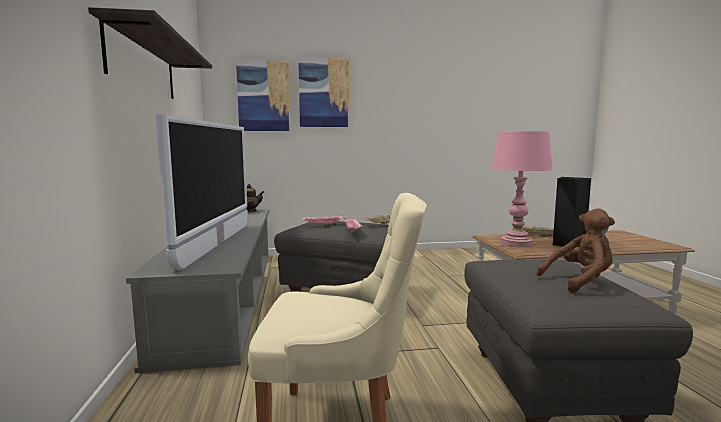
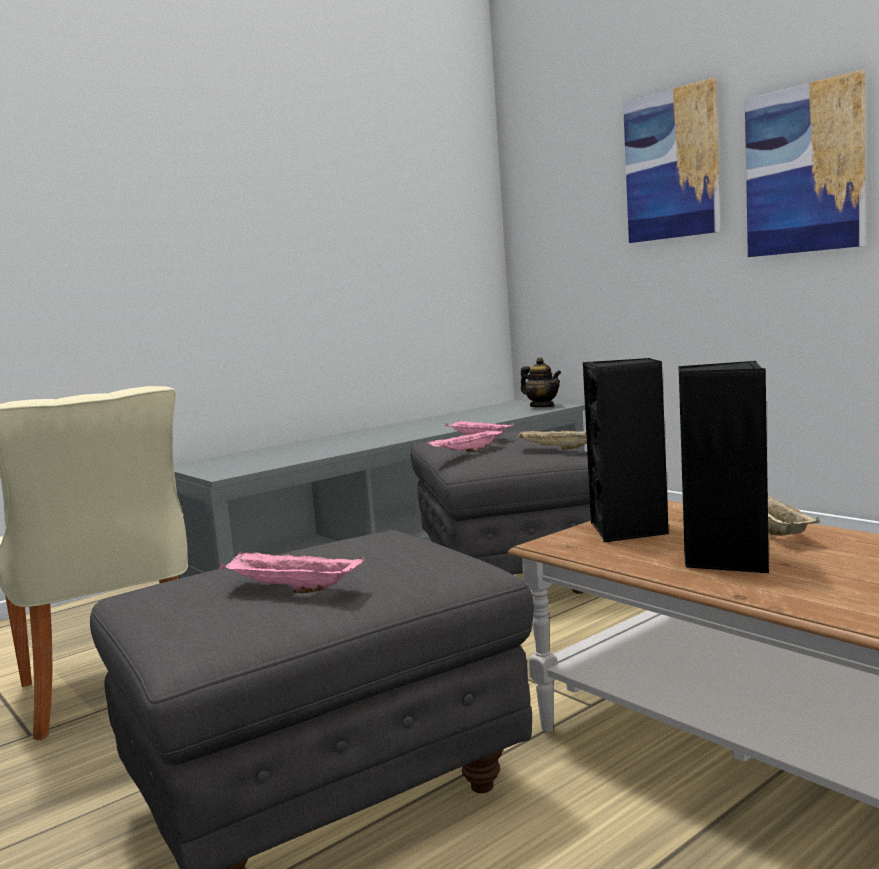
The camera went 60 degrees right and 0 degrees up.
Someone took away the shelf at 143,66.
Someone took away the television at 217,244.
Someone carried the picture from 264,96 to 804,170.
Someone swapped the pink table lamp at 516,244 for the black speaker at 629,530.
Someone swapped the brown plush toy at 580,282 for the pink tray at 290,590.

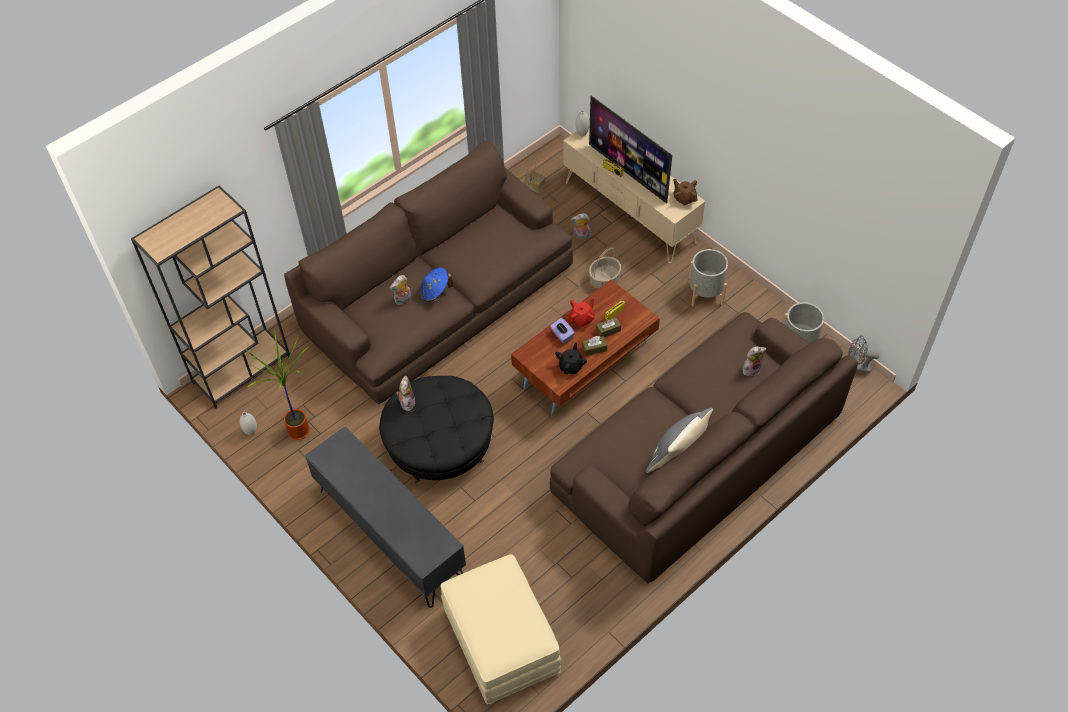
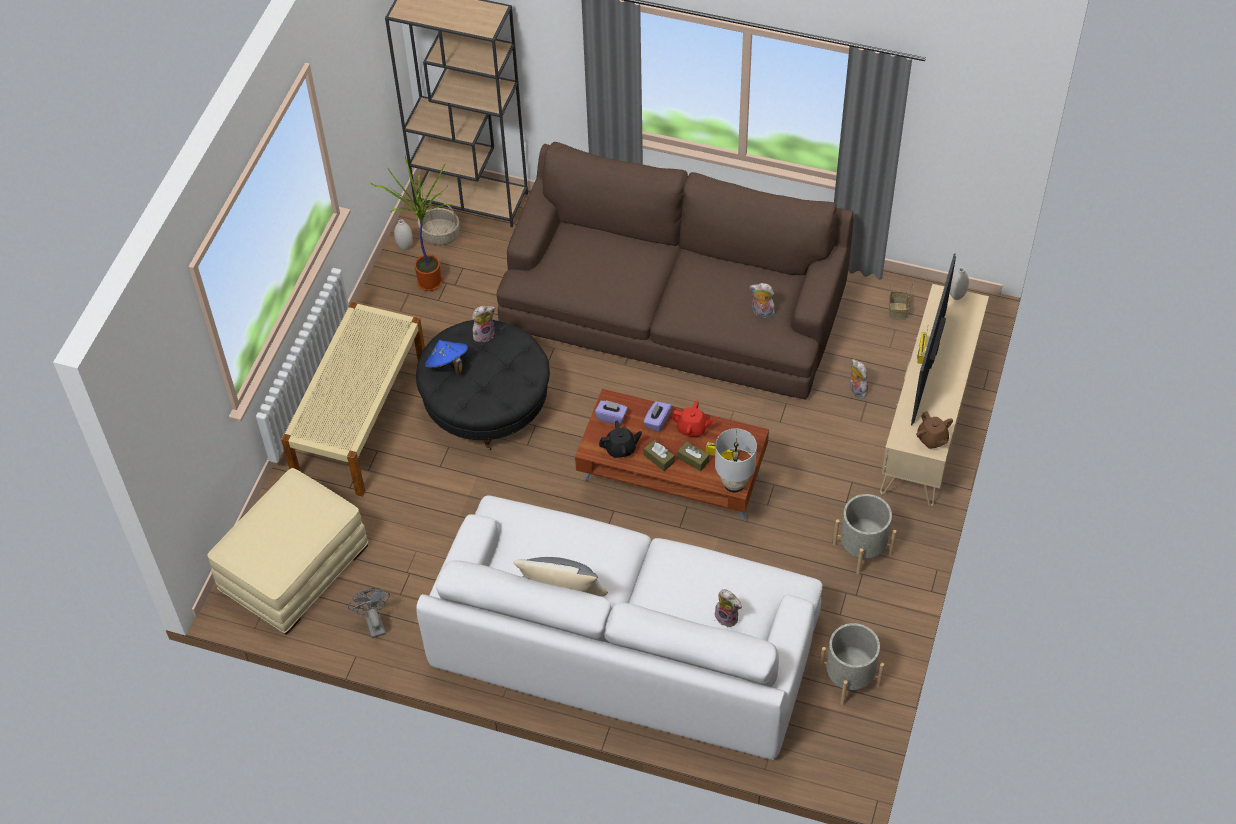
The camera went 60 degrees right and 0 degrees up.
Someone put down the purple tissue box at 611,417.
Someone put down the white table lamp at 734,483.
Someone carried the plush toy from 403,300 to 761,312.
Someone carried the blue hat from 435,292 to 447,365.
Someone carried the basket from 604,279 to 440,235.
Someone carried the grey fan from 857,367 to 374,622.
Someone swapped the grey tv stand at 390,533 for the beige bench at 360,417.
Someone repainted the brown sofa at 697,454, which became the white sofa at 625,640.
Someone rotated the brown teapot at 684,198 by 135 degrees clockwise.

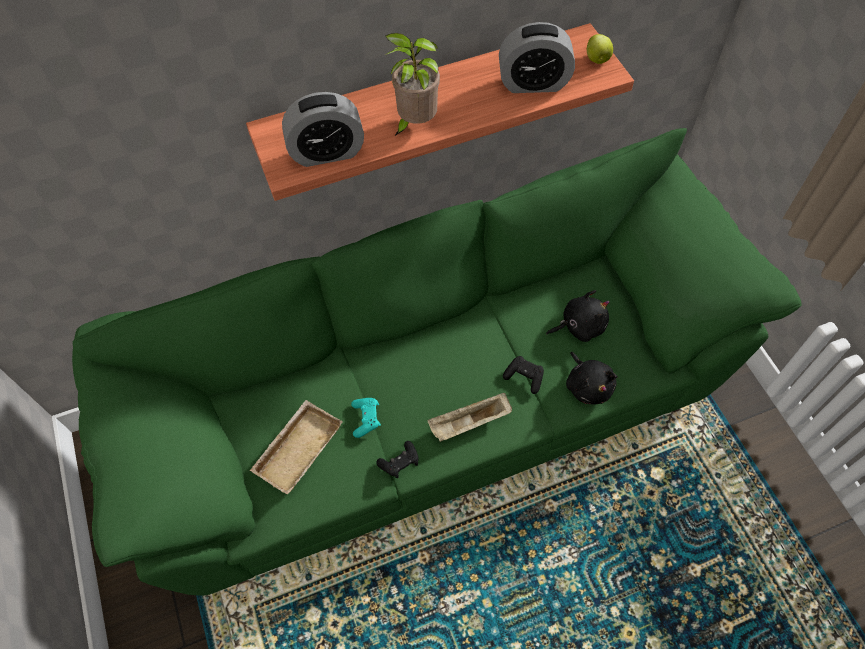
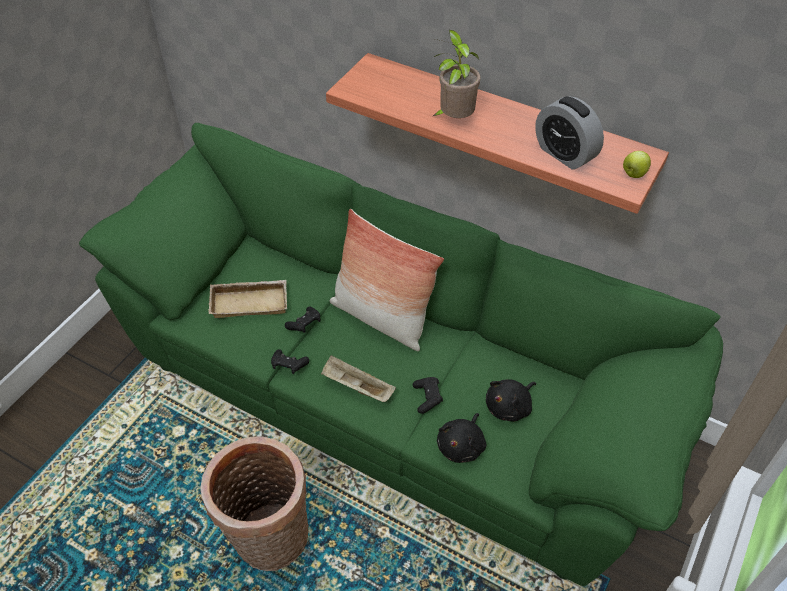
The camera went 50 degrees right and 10 degrees down.
Someone took away the alarm clock at 327,152.
Someone put down the basket at 269,541.
Someone put down the pillow at 381,318.
Someone repainted the turquoise game controller at 366,419, which became the black game controller at 304,325.
Someone rotated the black plush toy at 579,326 by 105 degrees clockwise.

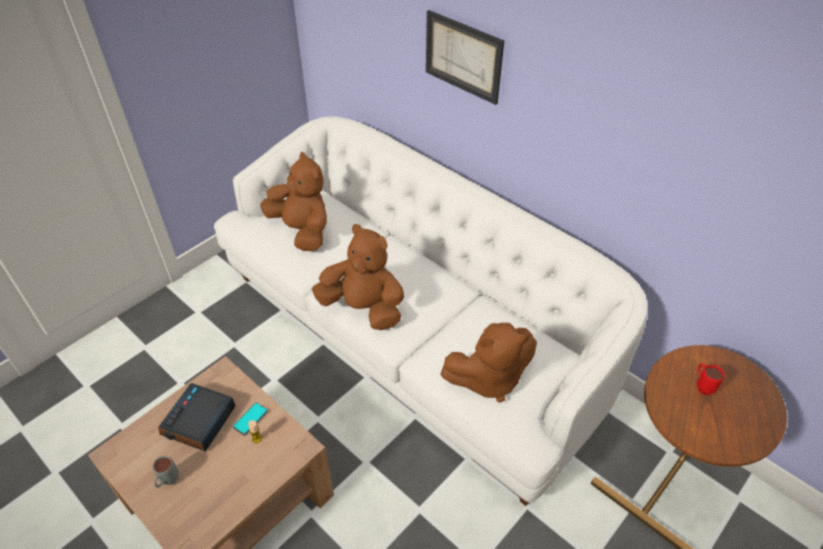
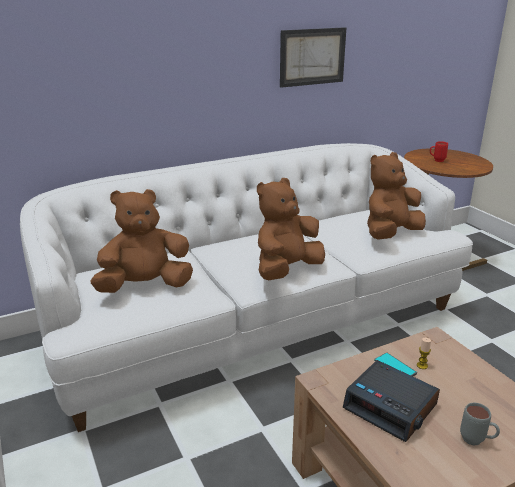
The camera went 70 degrees left and 20 degrees down.
Someone carried the picture from 463,56 to 312,57.
Someone rotated the brown plush toy at 489,378 by 135 degrees counterclockwise.

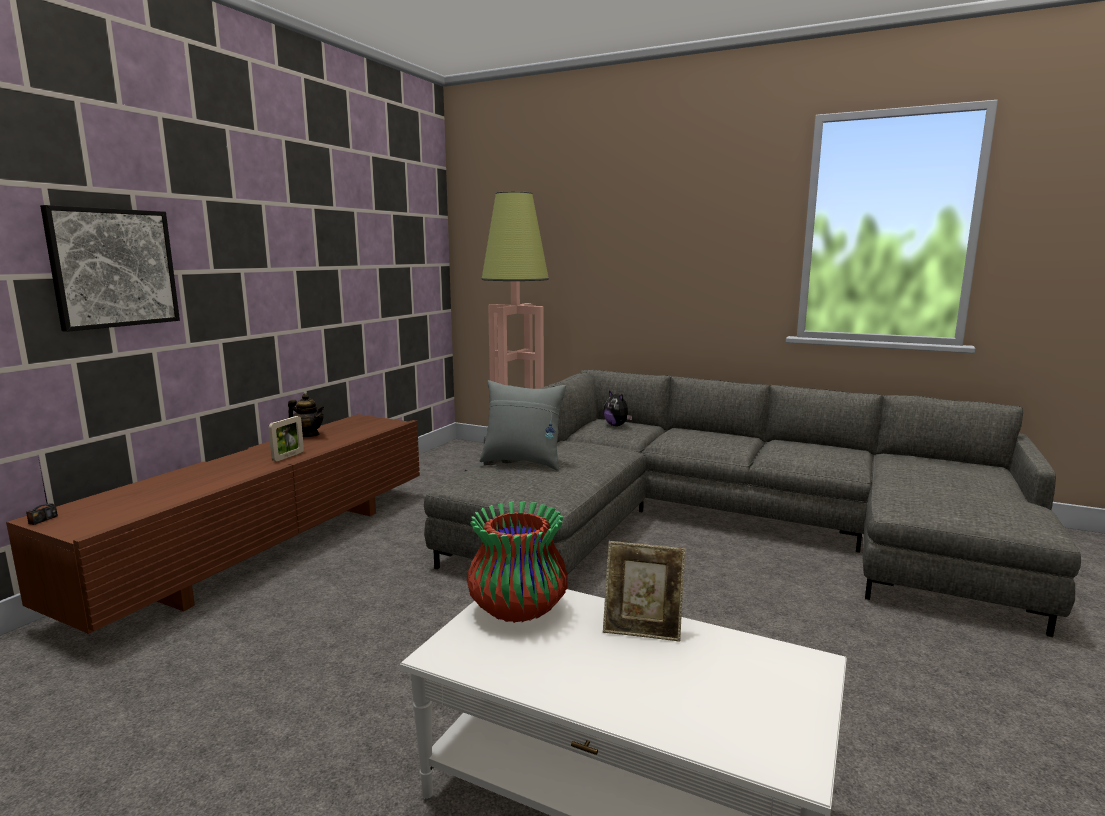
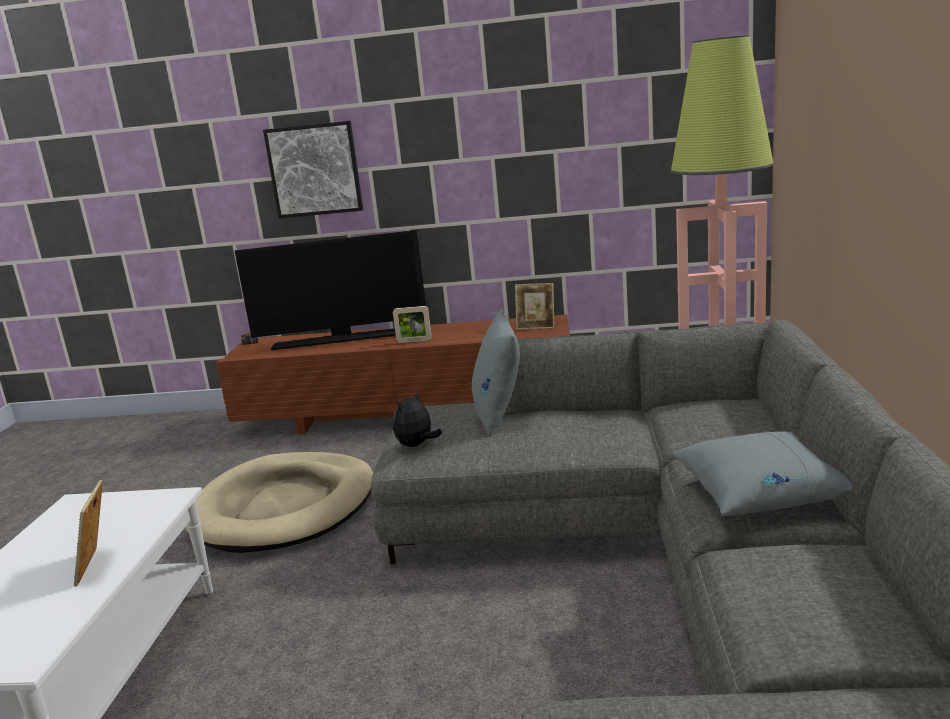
The camera went 70 degrees right and 5 degrees up.
Someone took away the teapot at 308,435.
Someone took away the vase at 517,609.
Someone put down the beige dog bed at 285,507.
Someone put down the television at 343,339.
Someone put down the picture frame at 536,327.
Someone put down the grey pillow at 759,494.
Someone carried the plush toy from 617,425 to 416,445.

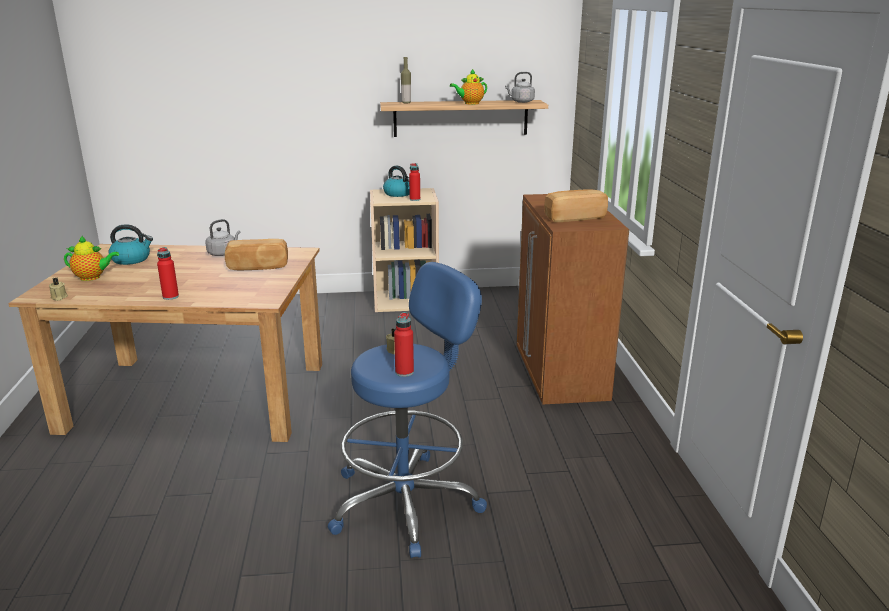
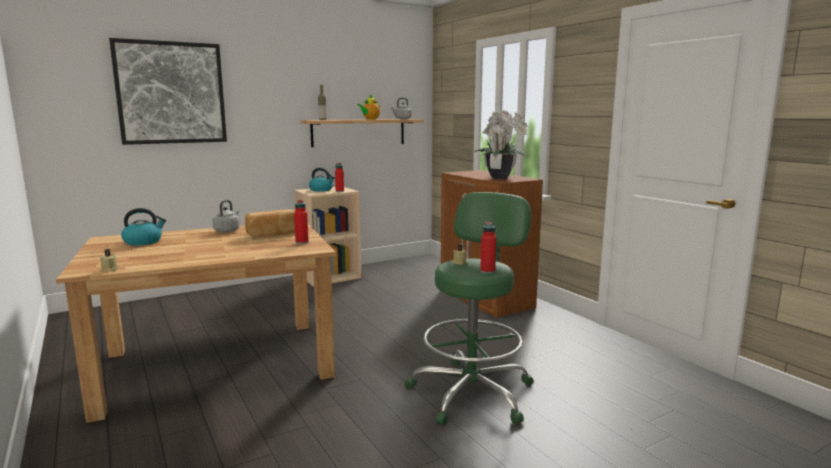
The camera went 25 degrees left and 10 degrees down.
Someone took away the teapot at 92,277.
Someone put up the picture at 171,93.
Someone carried the red bottle from 170,297 to 302,242.
Someone swapped the bread at 574,217 for the potted plant at 499,178.
Someone repainted the blue stool at 406,502, which became the green stool at 472,392.

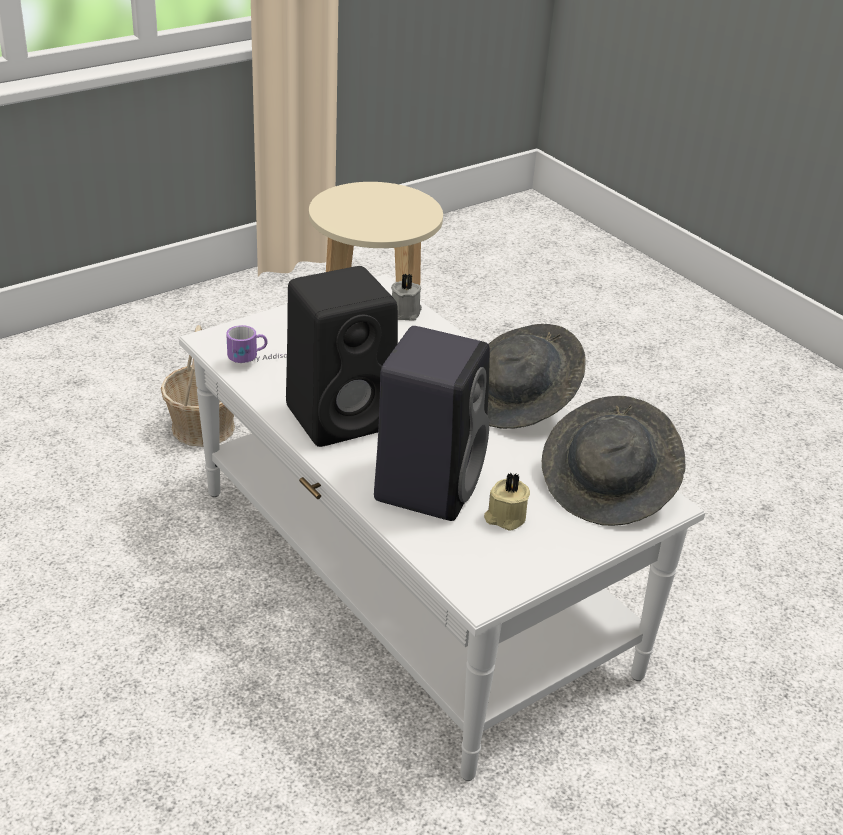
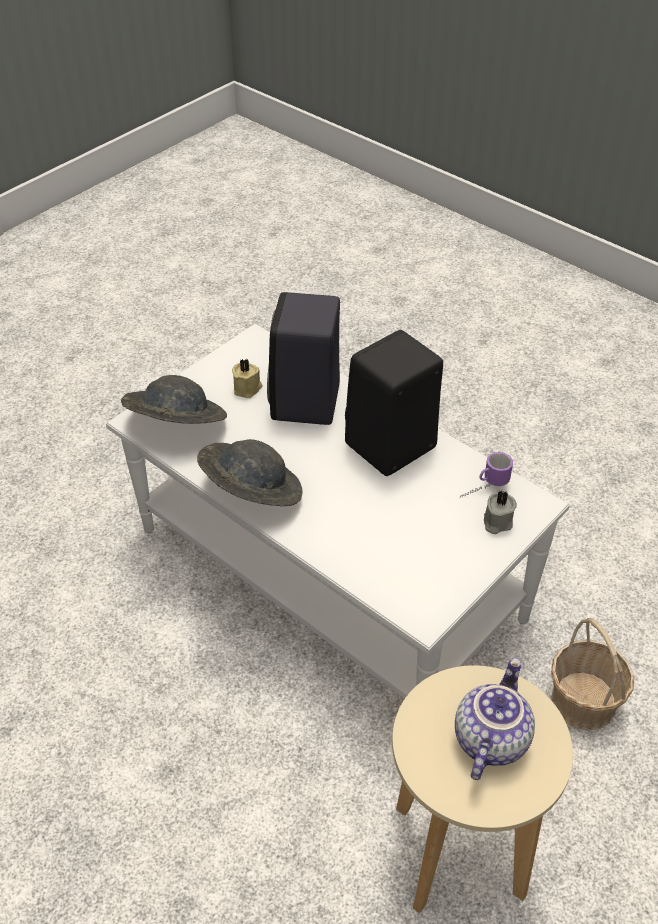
The camera went 170 degrees right and 10 degrees up.
Someone put down the teapot at 489,738.
Someone carried the grey candle from 407,312 to 496,522.

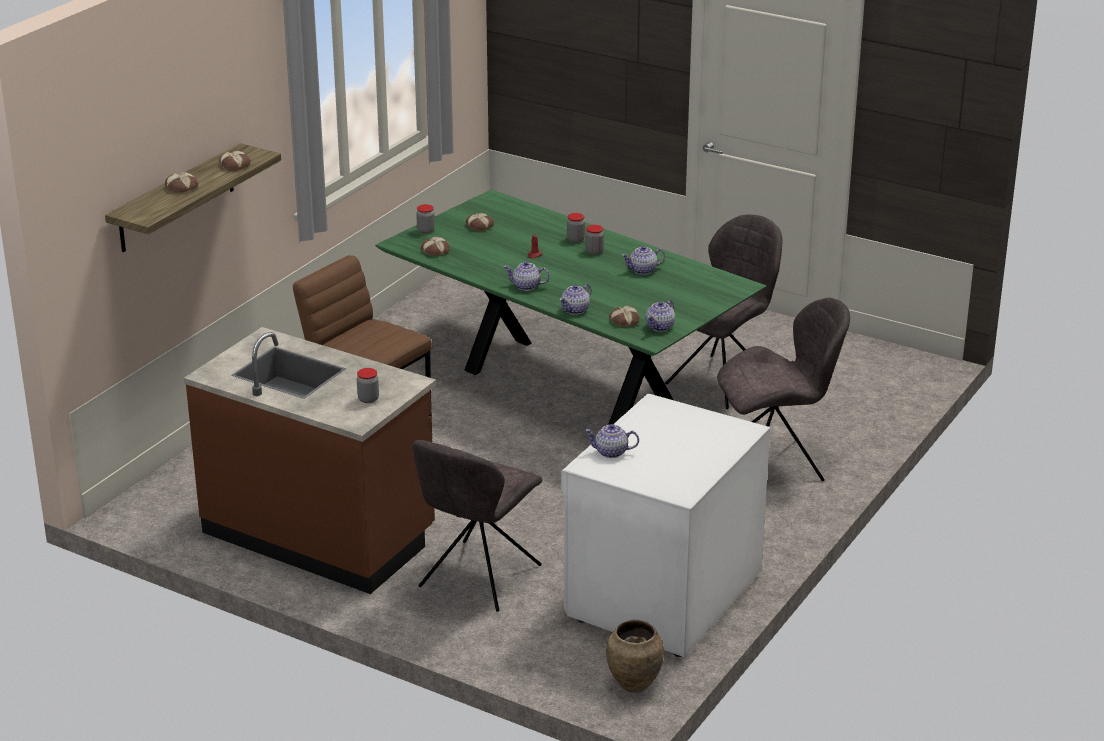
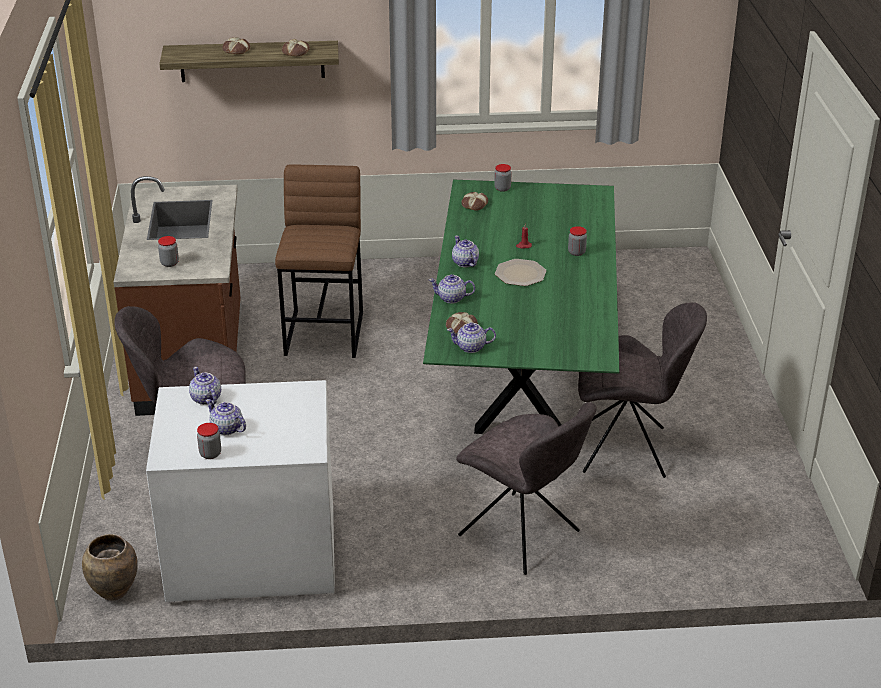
The camera went 55 degrees right and 5 degrees up.
Someone took away the bread at 480,226.
Someone put down the plate at 520,274.
Someone carried the jar from 594,251 to 210,454.
Someone carried the teapot from 643,270 to 227,429.

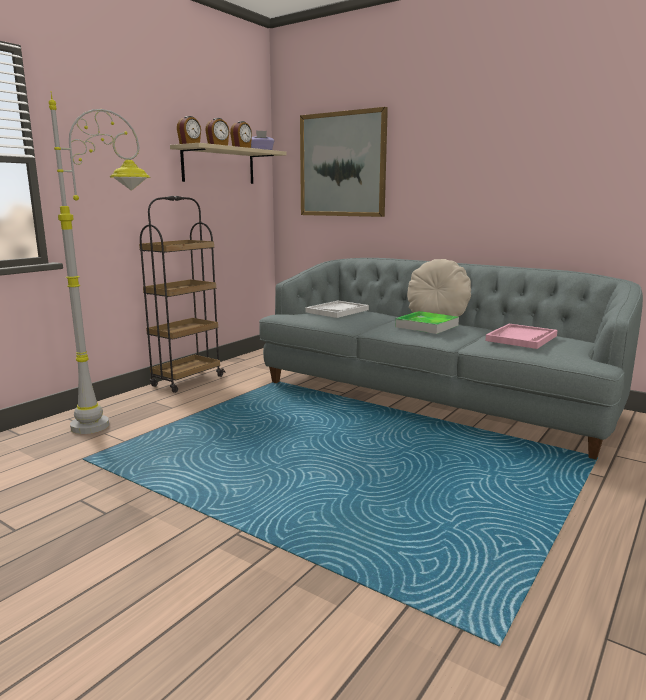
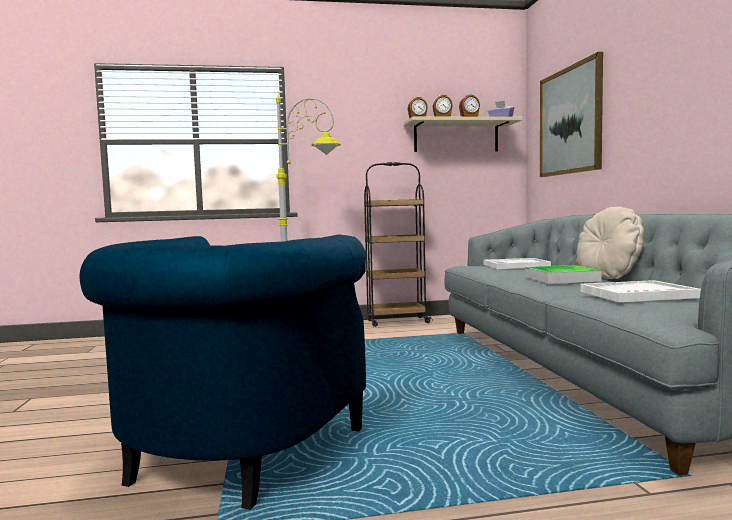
The camera went 45 degrees right and 10 degrees down.
Someone put down the blue armchair at 236,457.
Someone repainted the pink tray at 521,338, which became the white tray at 637,294.

